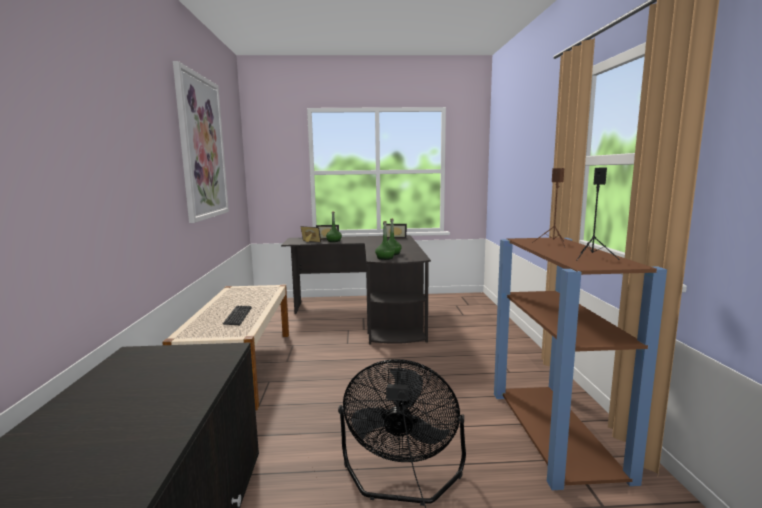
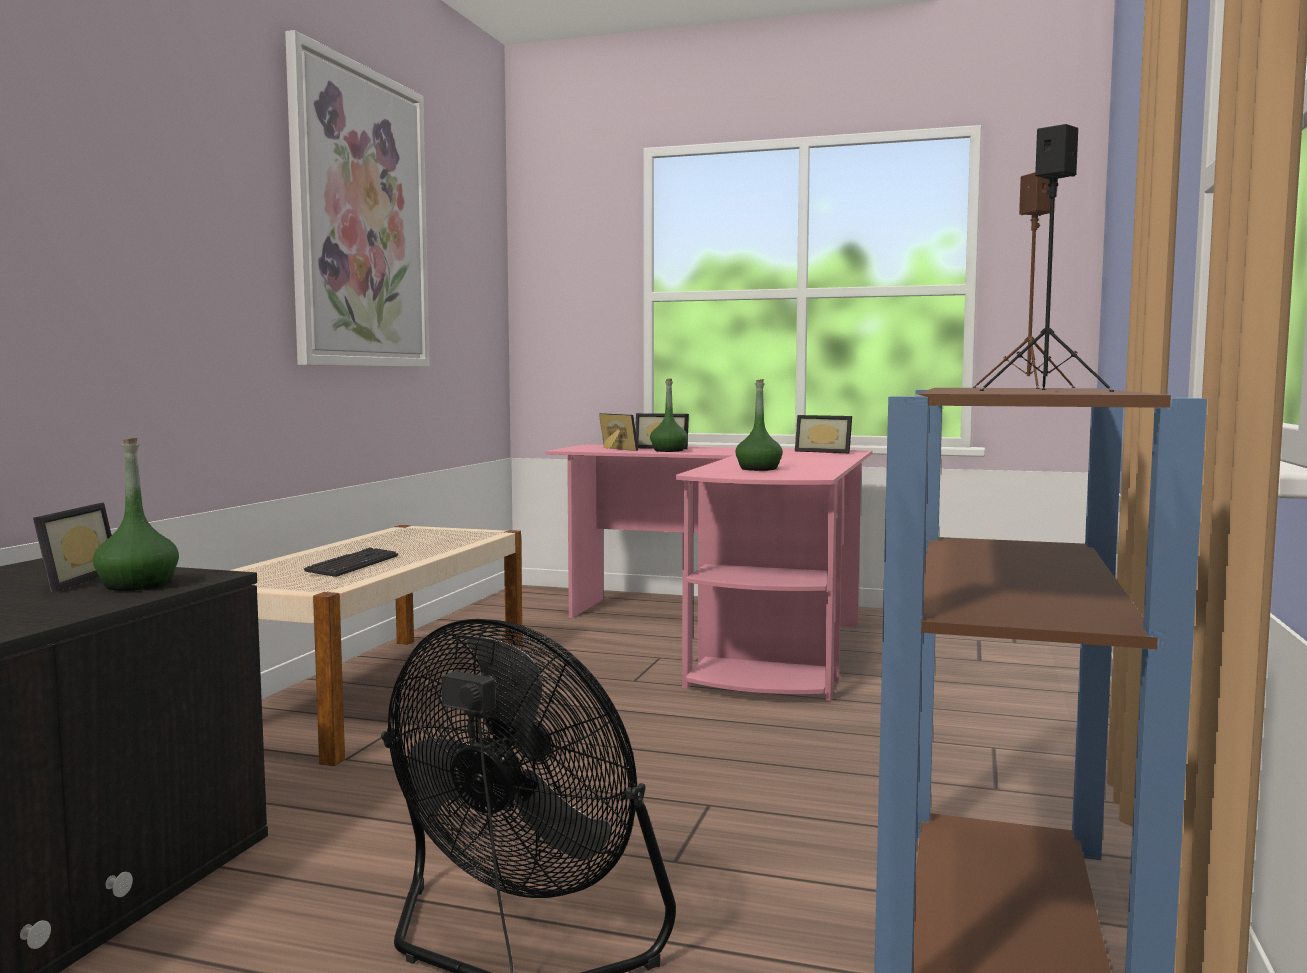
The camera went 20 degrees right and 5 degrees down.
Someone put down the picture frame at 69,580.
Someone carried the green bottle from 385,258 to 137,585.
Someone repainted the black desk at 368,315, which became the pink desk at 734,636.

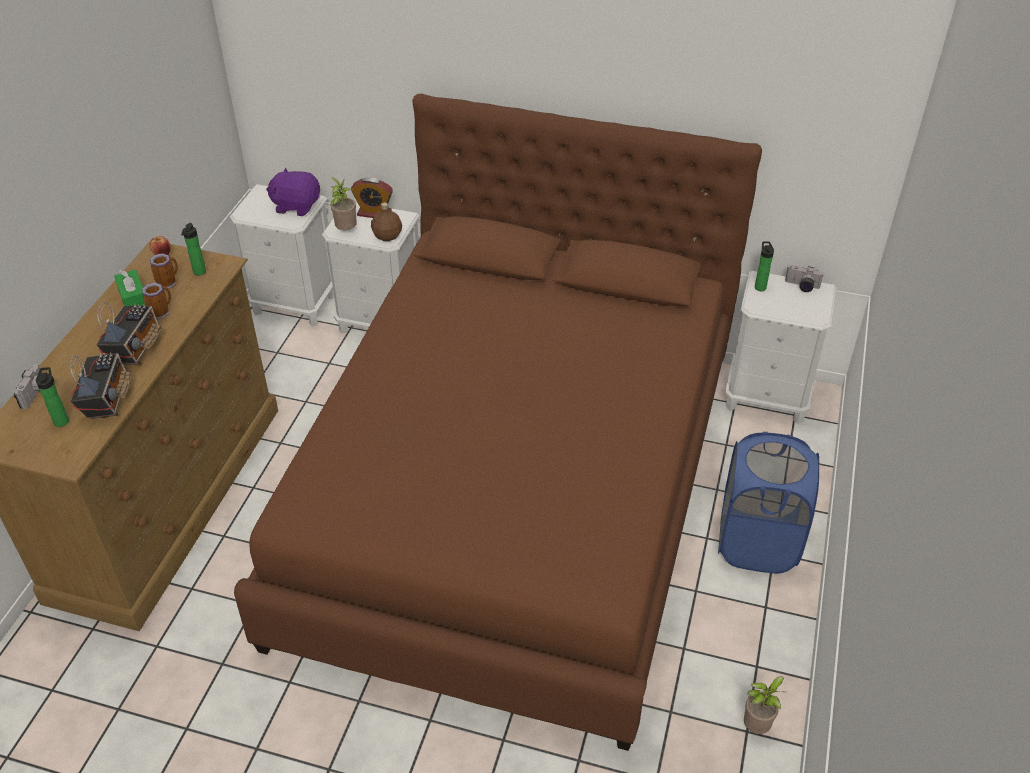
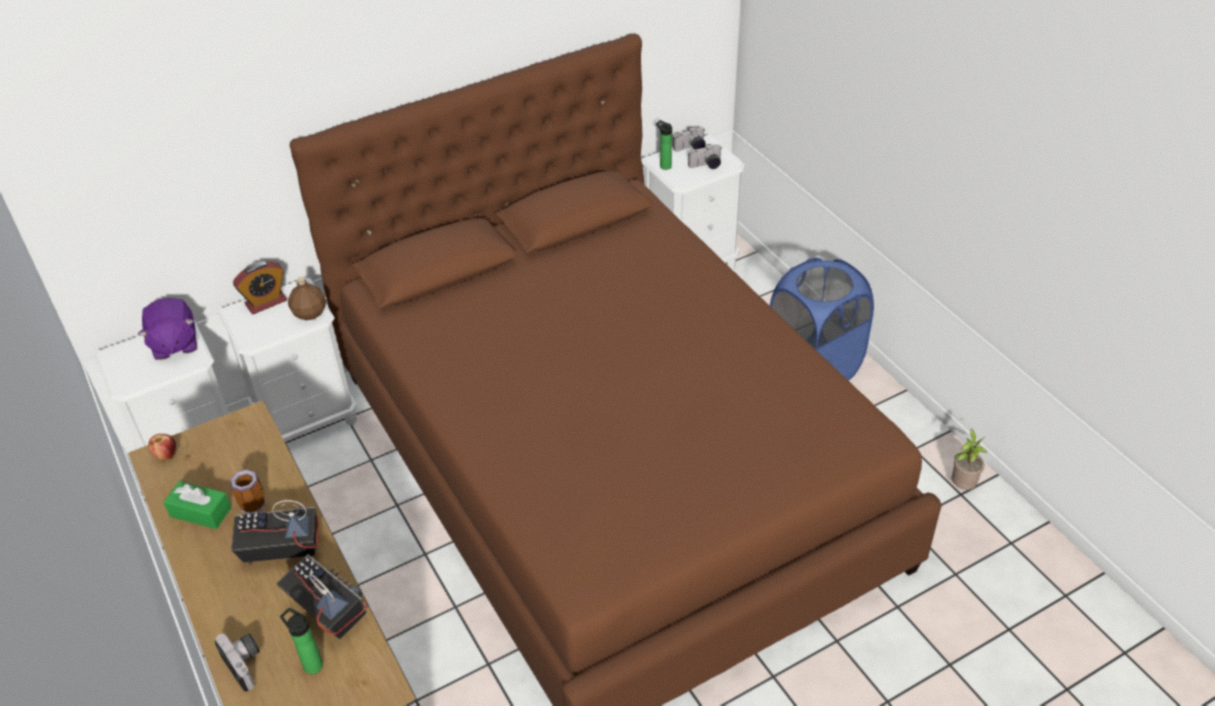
The camera went 45 degrees left and 0 degrees up.
Someone took away the mug at 168,282.
Someone took away the bottle at 199,273.
Someone took away the potted plant at 346,230.
Someone put down the photo camera at 706,166.
Someone rotated the radio at 135,349 by 60 degrees counterclockwise.
Someone rotated the purple plush toy at 296,206 by 75 degrees counterclockwise.

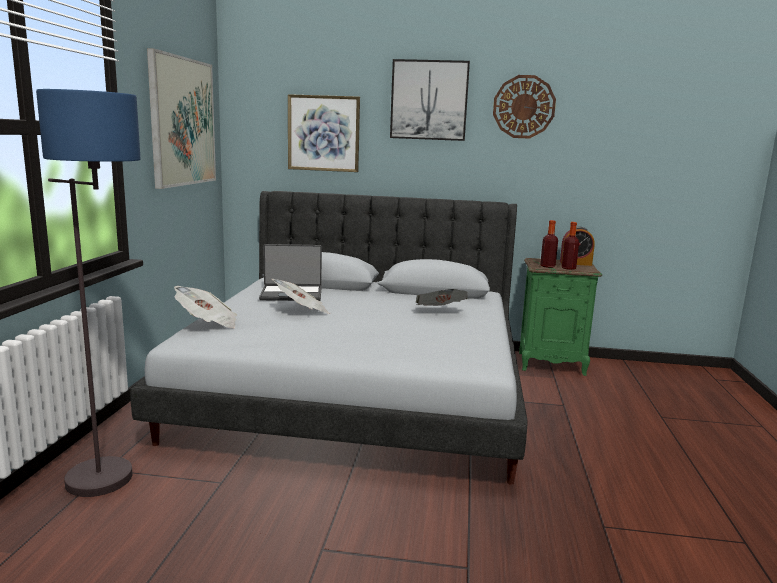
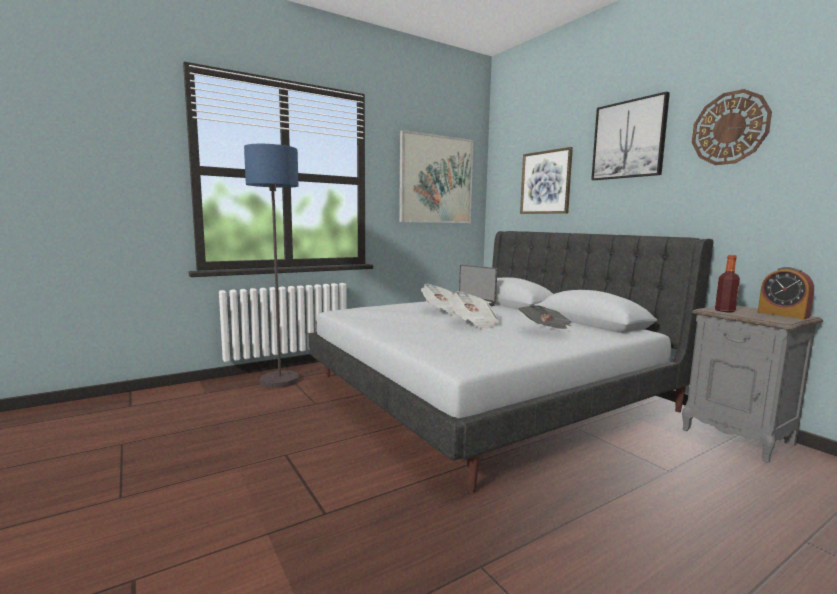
The camera went 50 degrees right and 5 degrees down.
Someone took away the bottle at 568,268.
Someone carried the newspaper from 208,323 to 473,323.
Someone repainted the green nightstand at 551,364, which became the grey nightstand at 737,437.

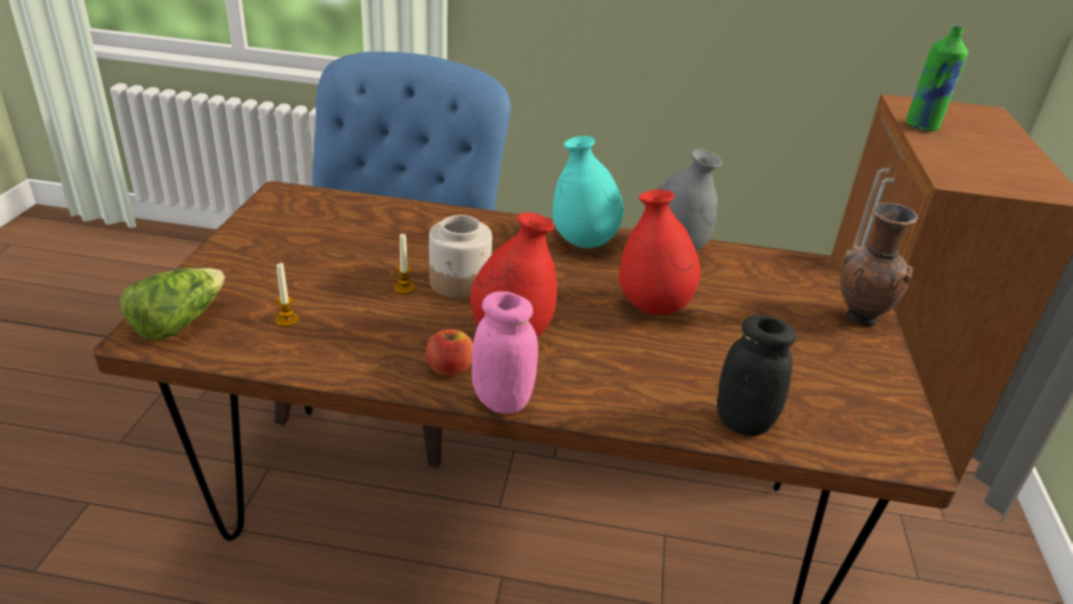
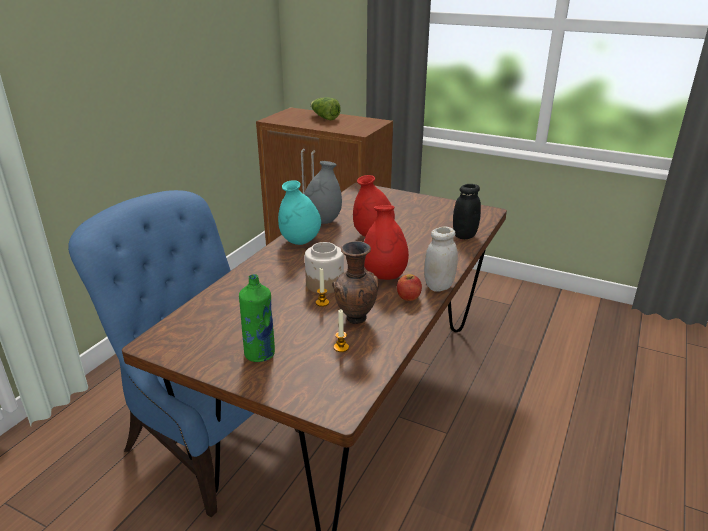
The camera went 70 degrees left and 5 degrees down.
Someone carried the lettuce from 178,322 to 324,118.
Someone carried the brown vase from 858,318 to 355,320.
Someone carried the green bottle from 922,126 to 260,354.
Someone repainted the pink jar at 502,401, which became the white jar at 439,286.

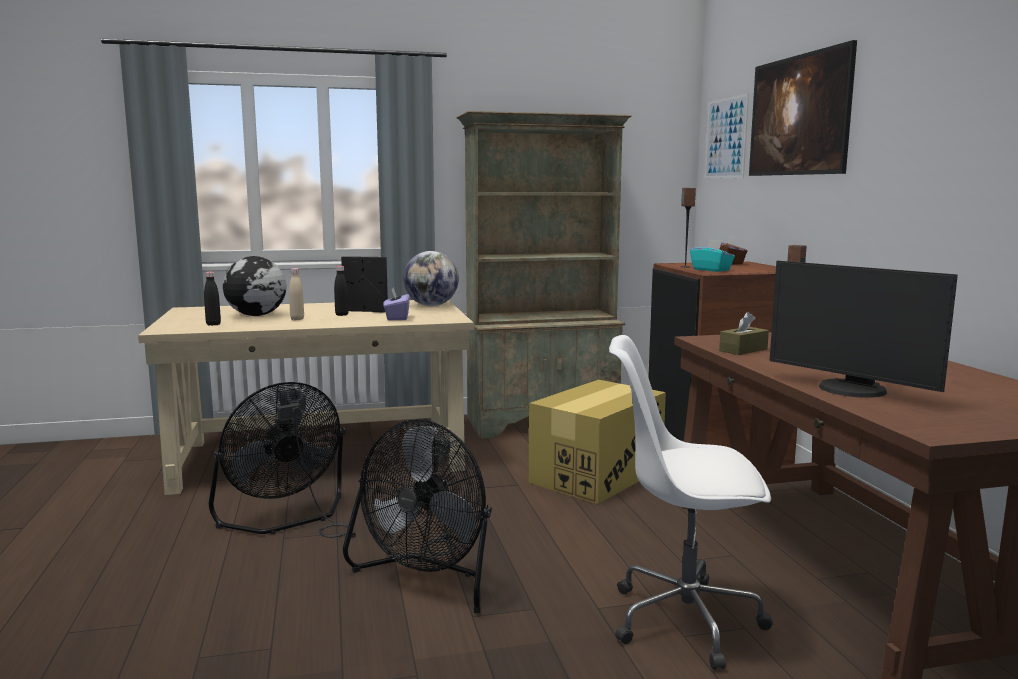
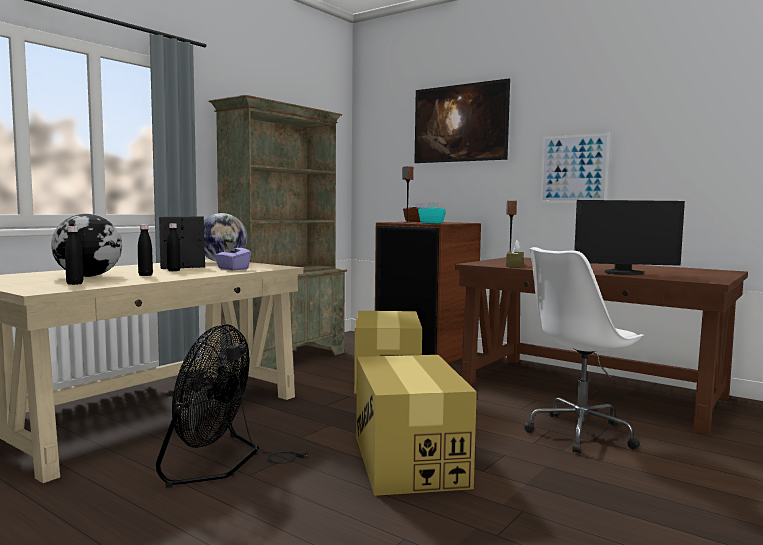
The camera went 40 degrees left and 5 degrees down.
Someone carried the picture from 726,138 to 573,169.
Someone swapped the black fan at 427,575 for the cardboard box at 409,460.
Someone repainted the beige bottle at 297,319, which became the black bottle at 145,275.

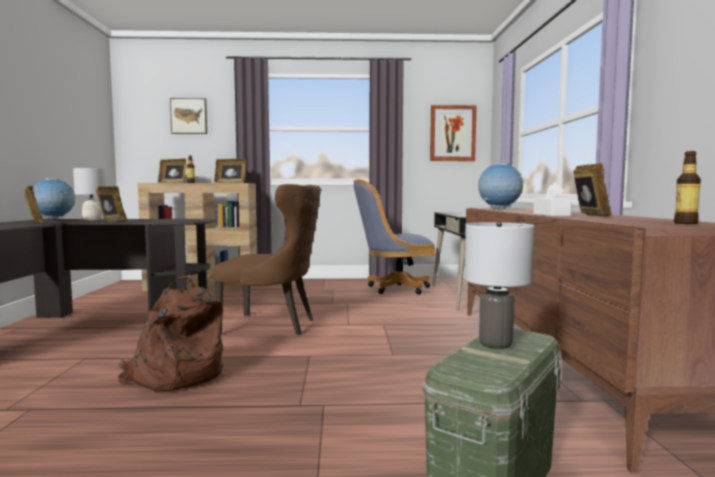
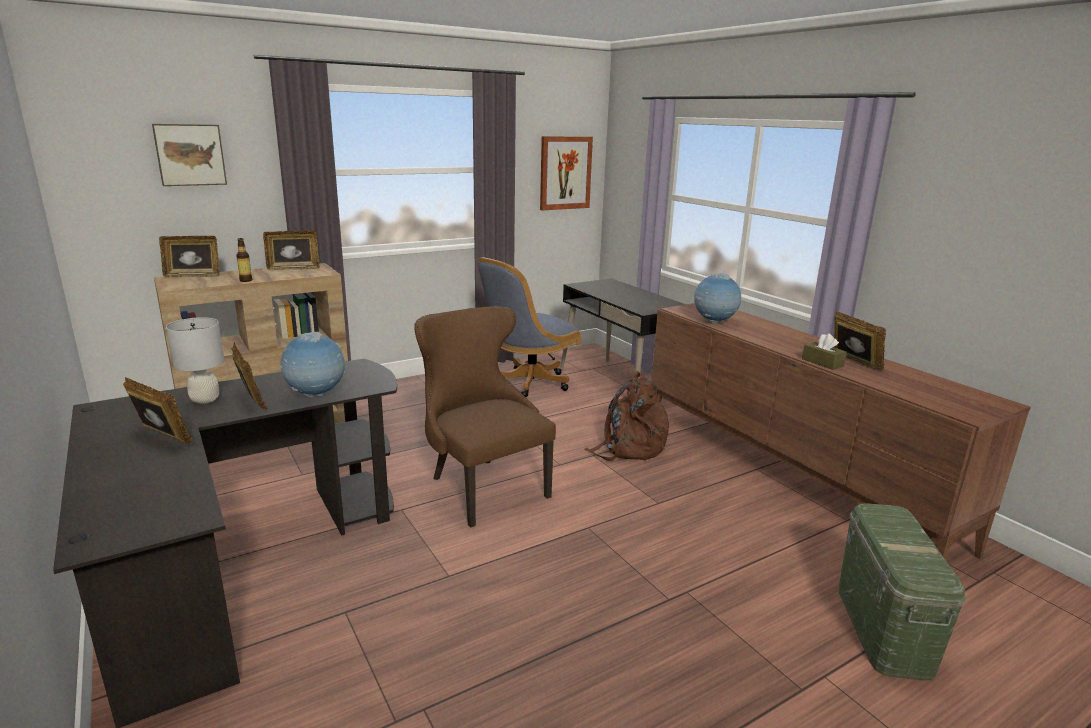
The camera went 30 degrees left and 15 degrees up.
Someone took away the white table lamp at 494,345.
Someone took away the bottle at 685,223.
Someone carried the globe from 54,219 to 316,395.
Someone carried the brown backpack from 176,376 to 629,447.
Someone repainted the white tissue box at 551,215, which became the brown tissue box at 822,362.
Someone rotated the brown chair at 272,325 by 105 degrees counterclockwise.

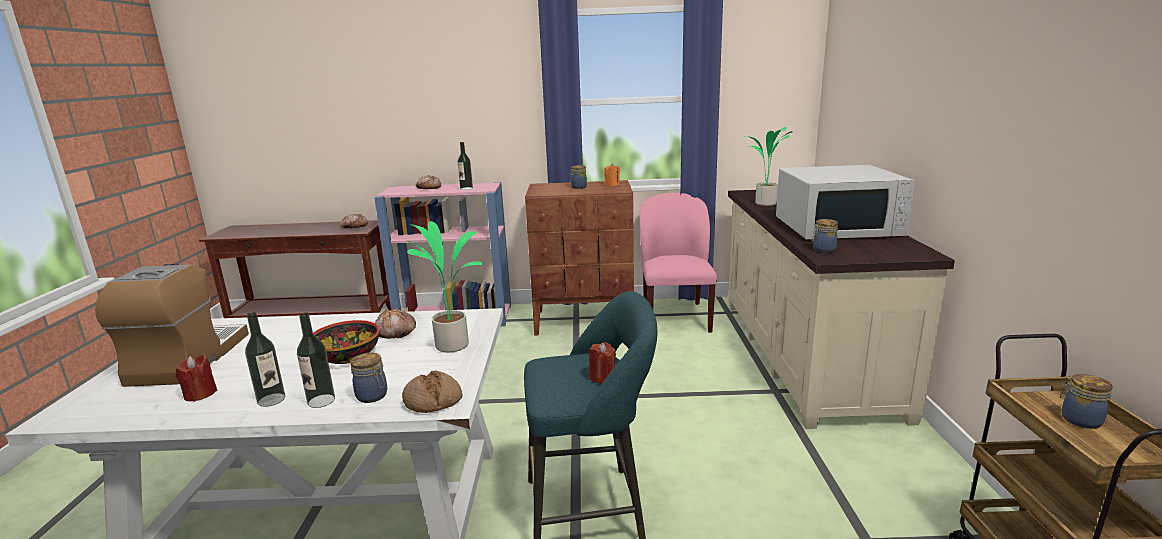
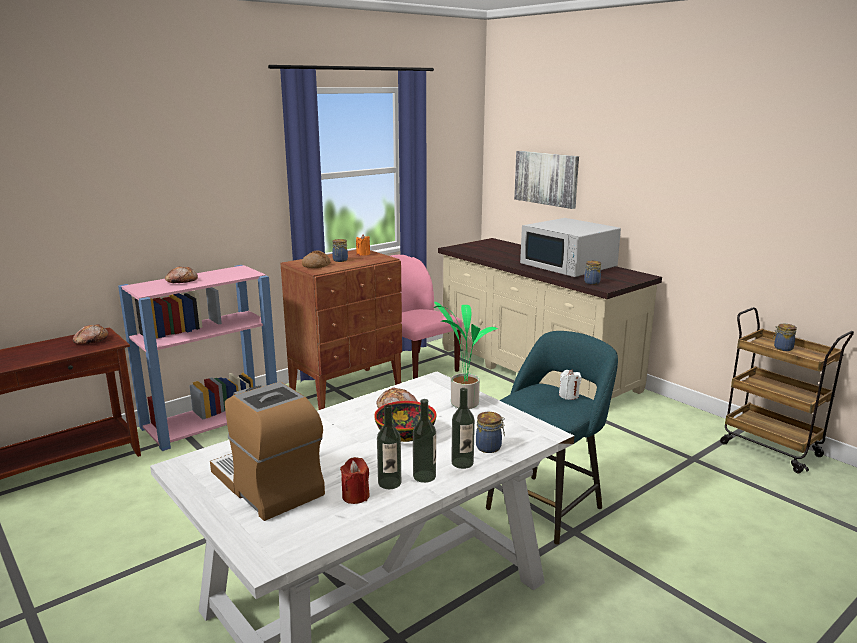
The camera went 40 degrees left and 0 degrees up.
Someone took away the potted plant at 765,204.
Someone put up the picture at 546,178.
Someone carried the bread from 433,400 to 316,265.
Someone carried the bottle from 466,188 to 389,483.
Someone repainted the red candle at 602,377, which became the white candle at 568,396.
Someone rotated the white microwave at 838,227 by 90 degrees clockwise.

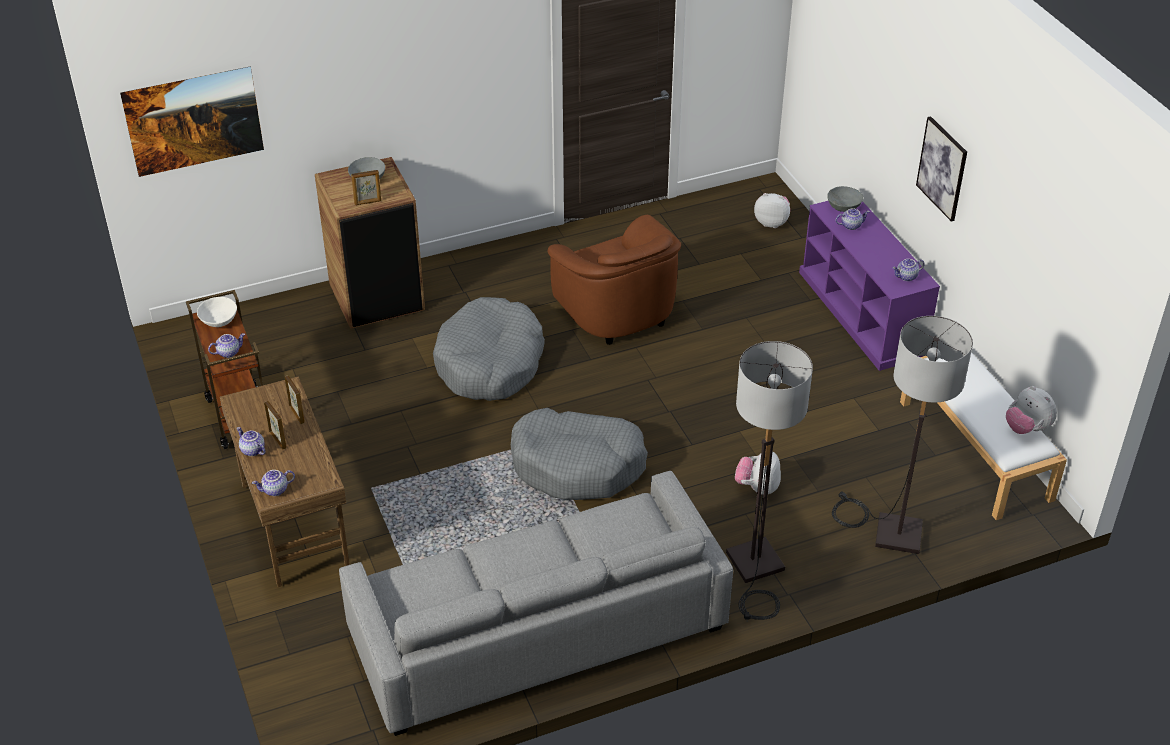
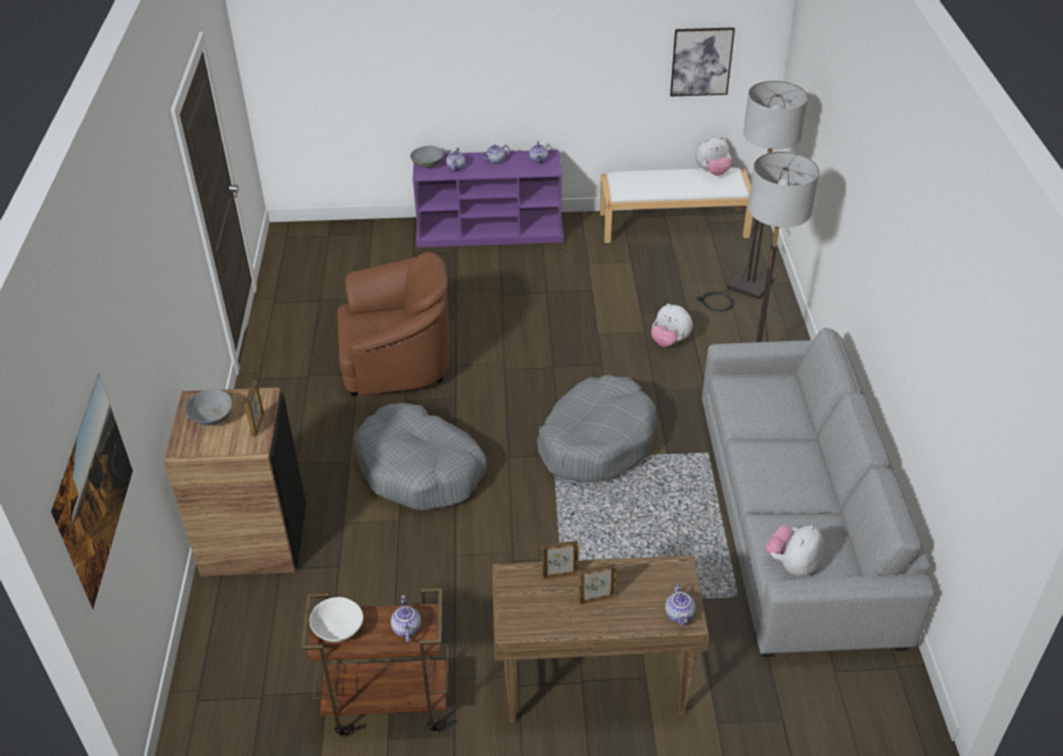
The camera went 70 degrees left and 0 degrees up.
Someone carried the teapot from 252,450 to 495,161.
Someone carried the plush toy from 771,222 to 792,565.
Someone carried the picture from 942,168 to 701,61.

